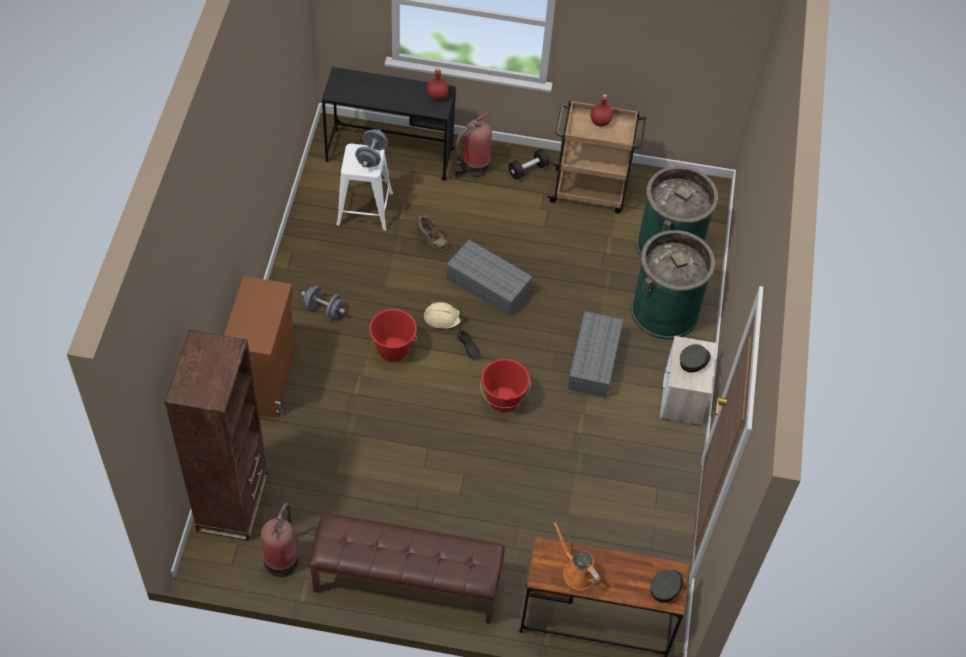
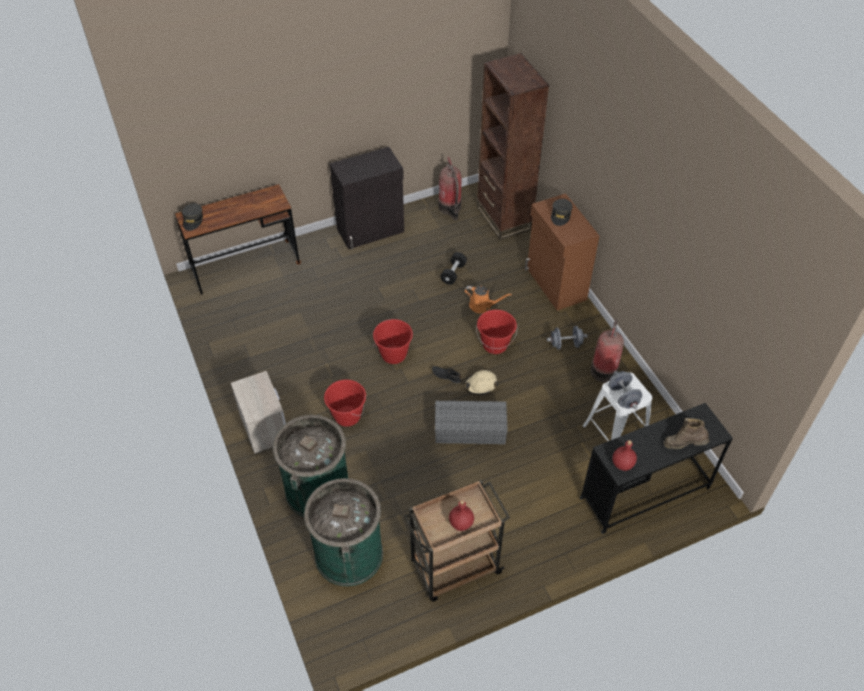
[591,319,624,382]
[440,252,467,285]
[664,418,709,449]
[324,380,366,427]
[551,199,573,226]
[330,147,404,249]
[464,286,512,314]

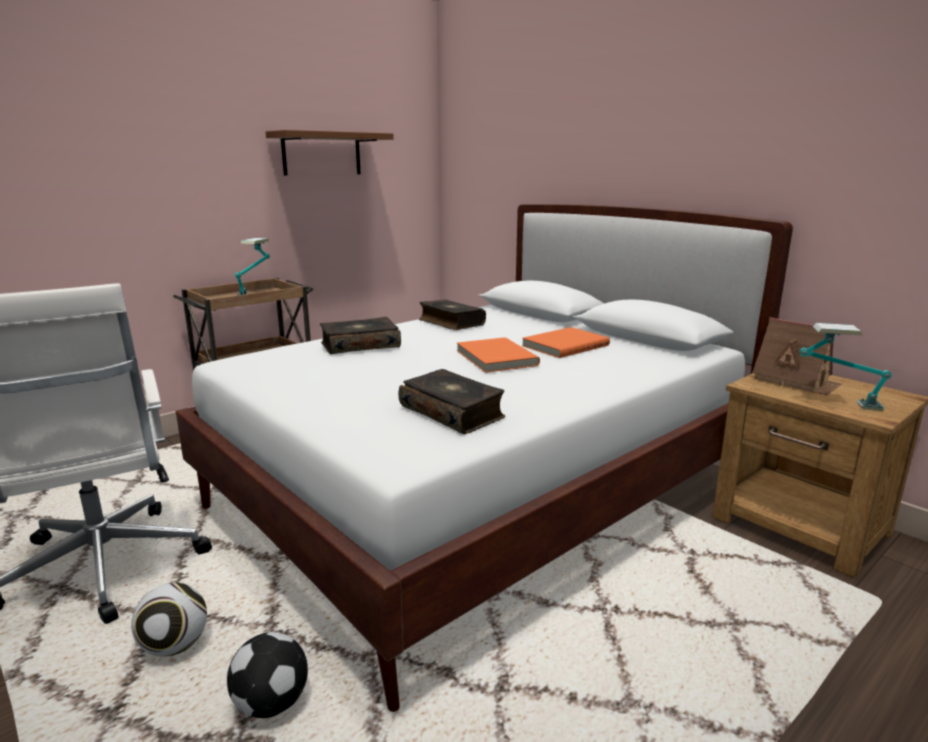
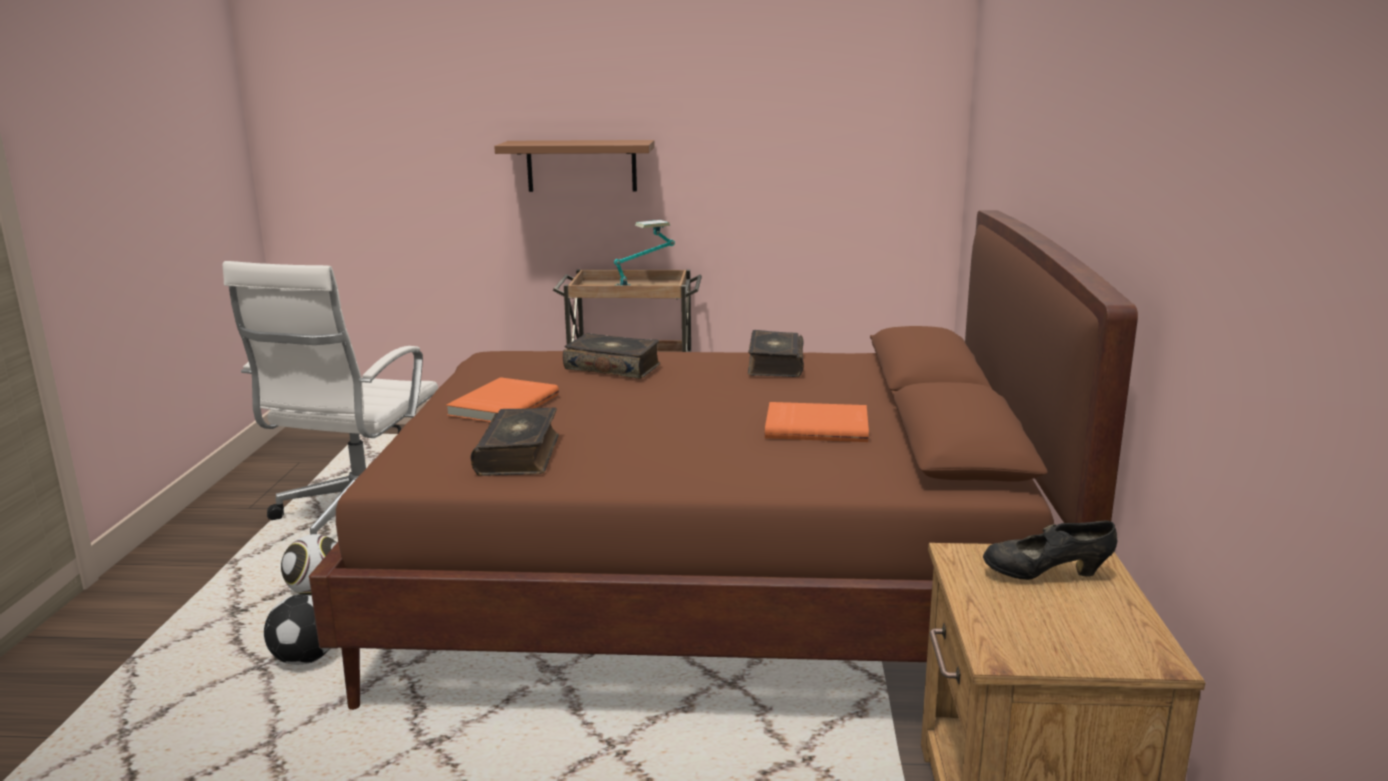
[494,140,655,192]
[309,210,1138,710]
[983,520,1117,580]
[799,323,892,411] (first image)
[446,377,559,422]

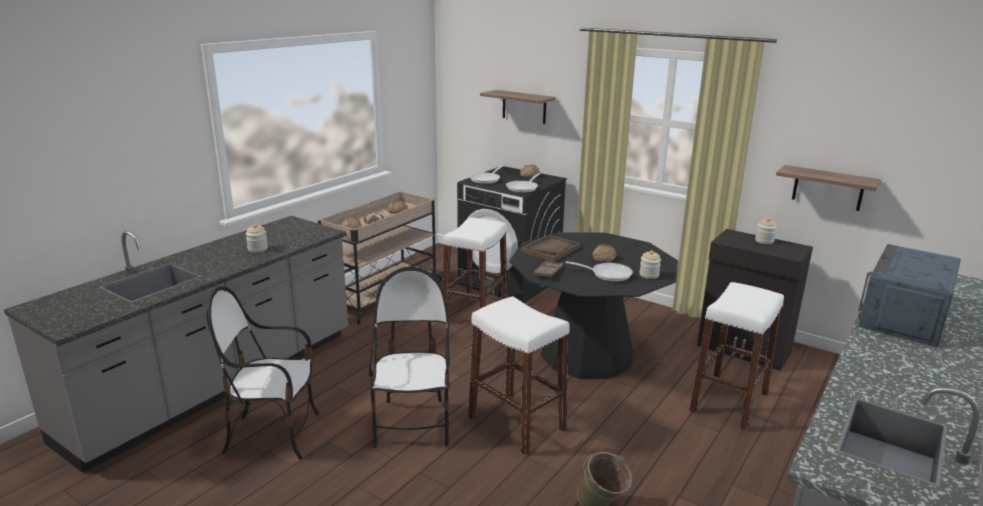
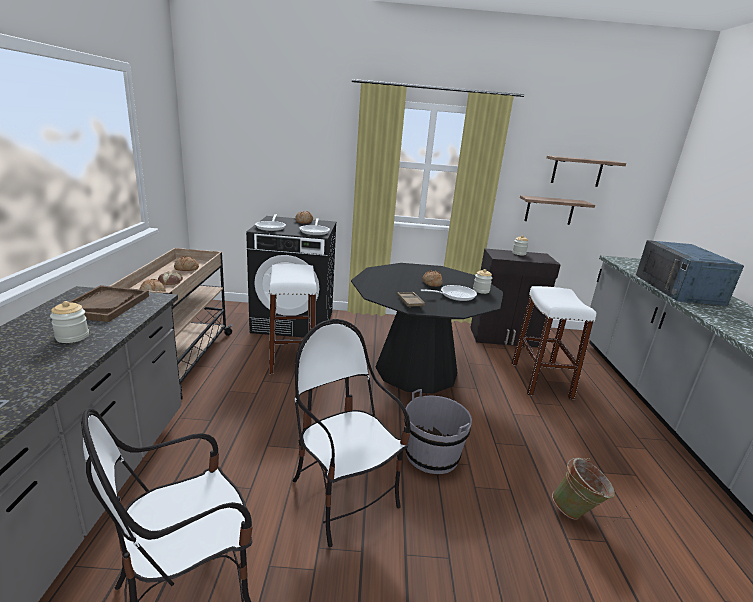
[547,156,626,187]
[69,285,149,322]
[404,389,472,474]

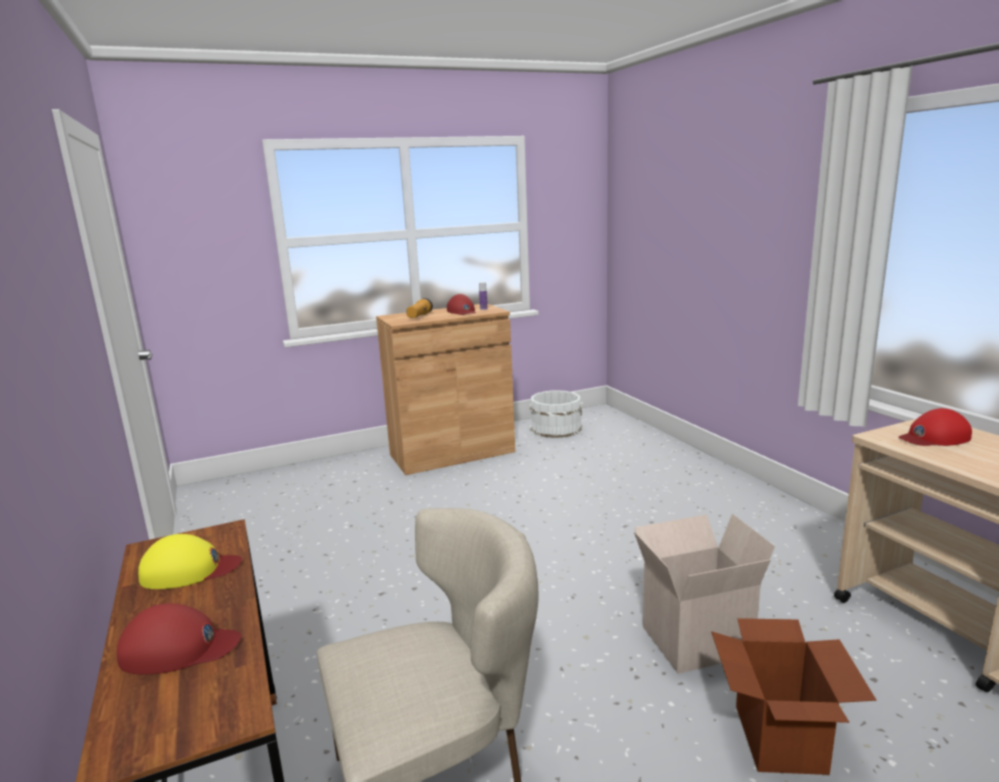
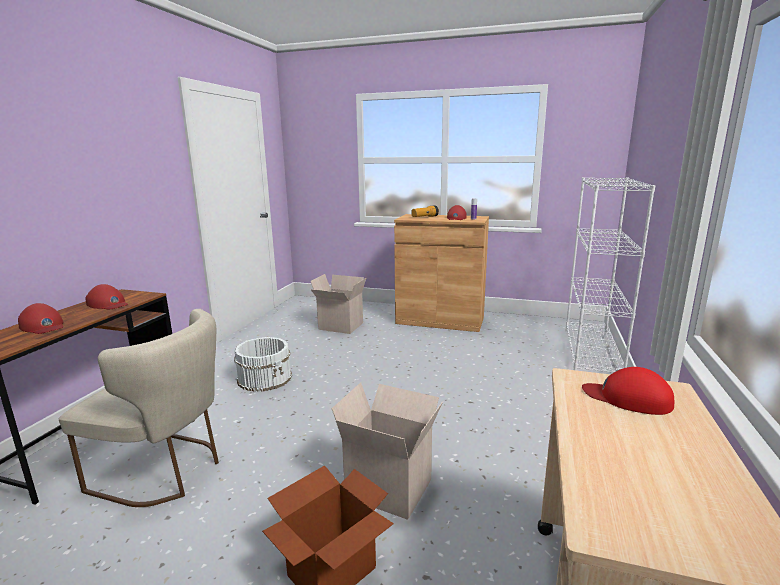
[234,337,292,392]
[86,284,128,309]
[566,177,655,372]
[310,274,366,334]

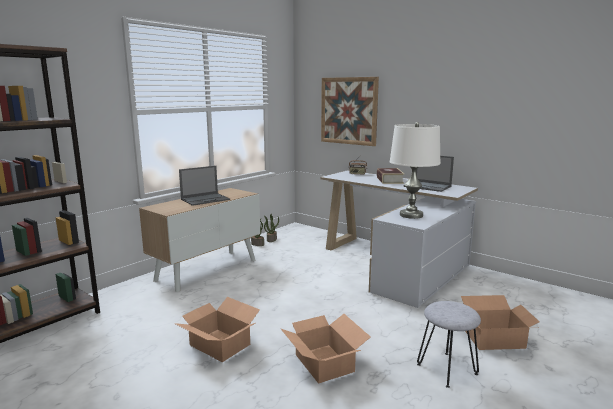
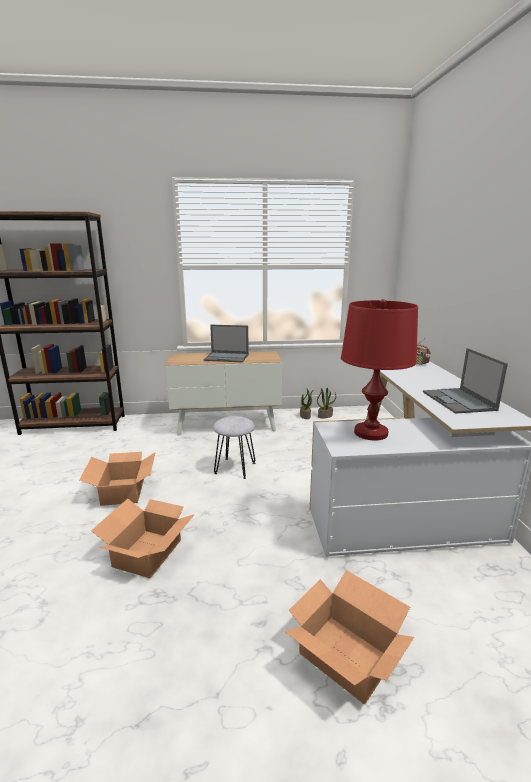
[321,77,379,146] (first image)
[341,299,418,440]
[377,168,404,184] (first image)
[213,416,255,479]

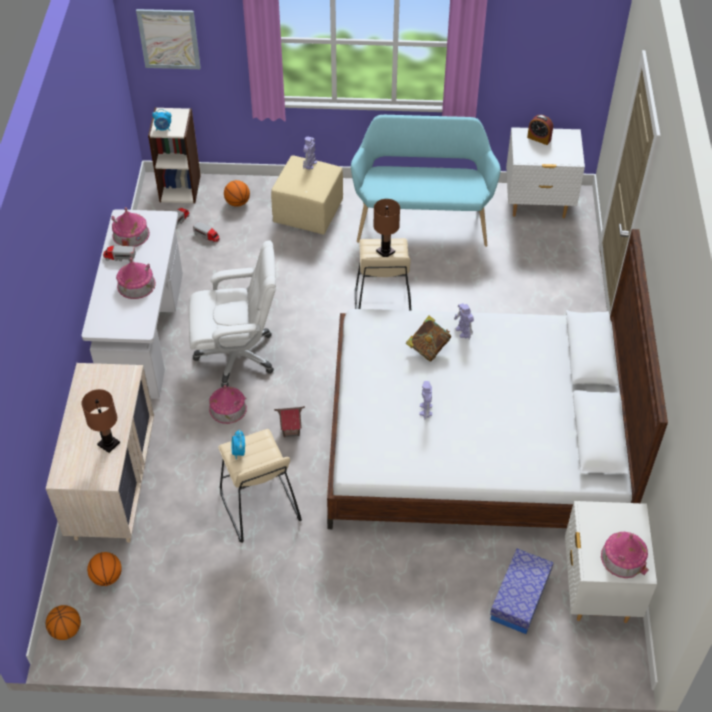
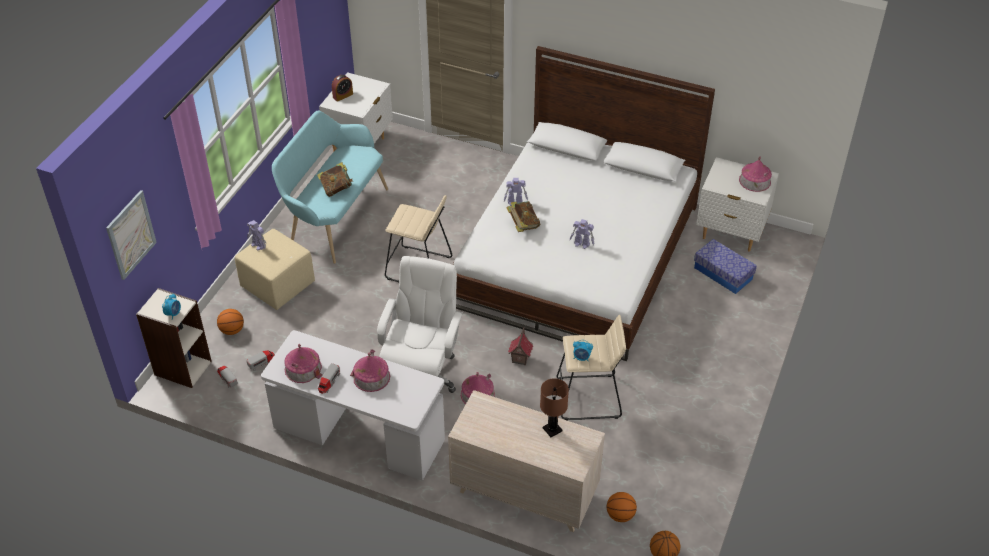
[373,199,400,257] (first image)
[317,162,353,197]

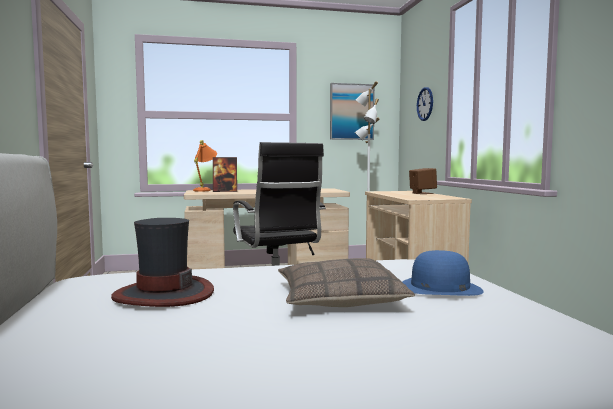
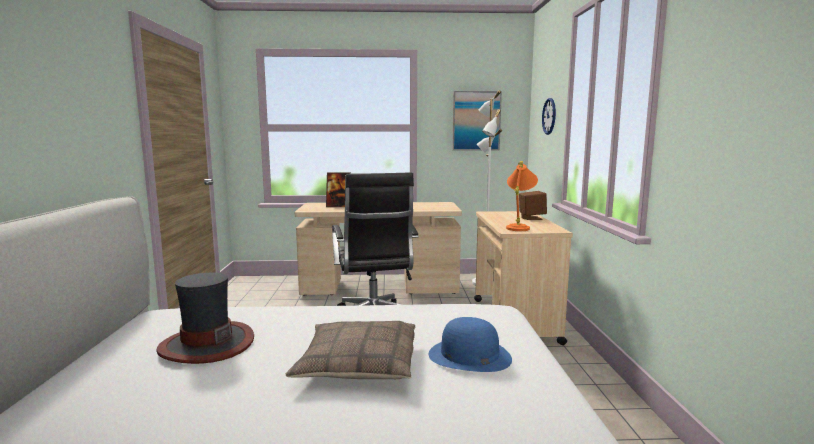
[506,161,538,231]

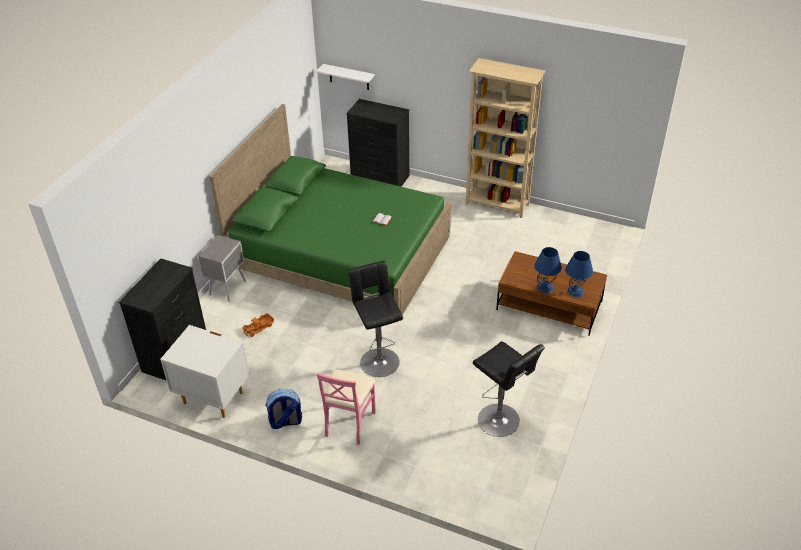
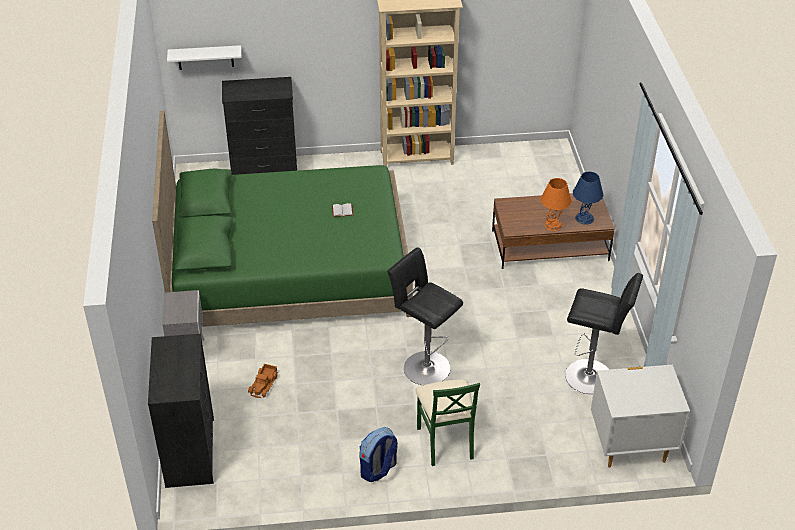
[541,178,572,231]
[591,364,690,467]
[416,379,480,466]

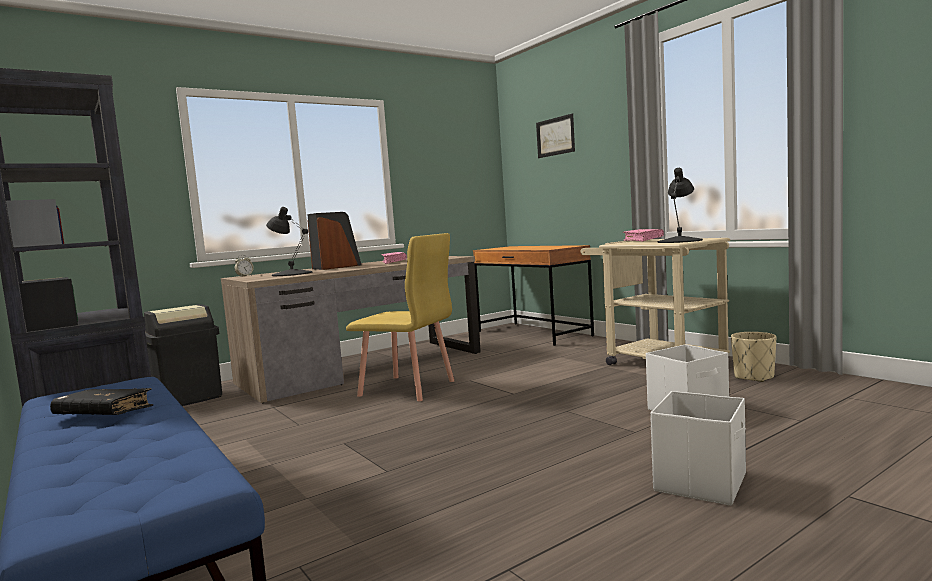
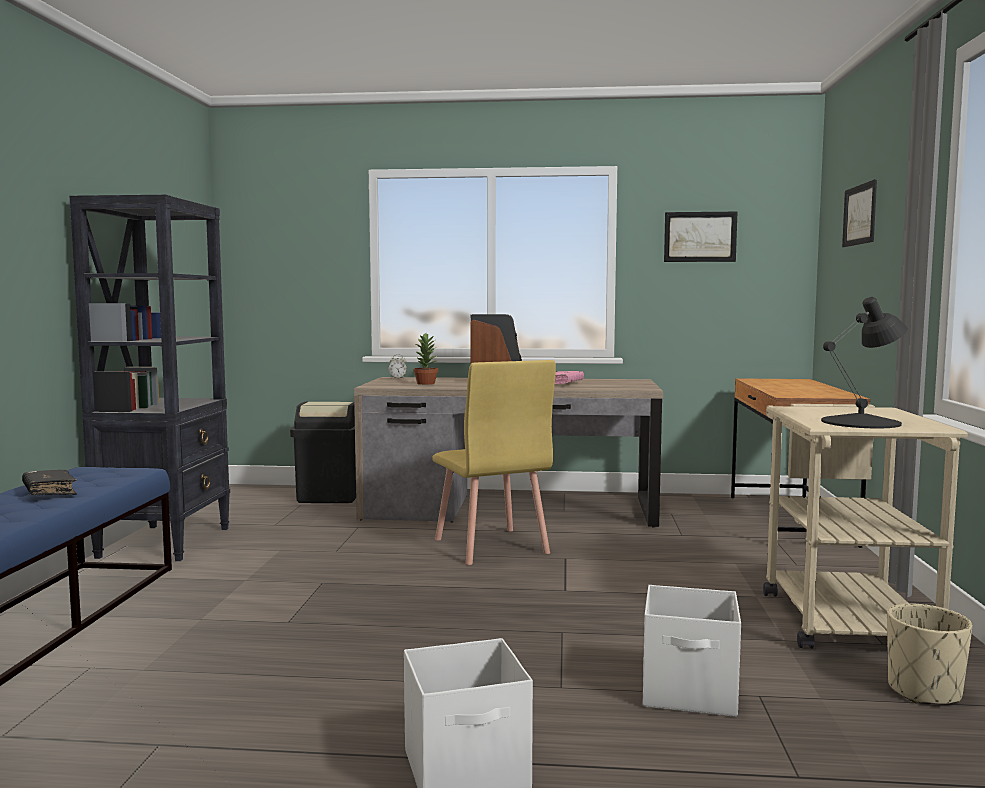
[413,333,438,385]
[622,229,664,242] (first image)
[664,212,737,262]

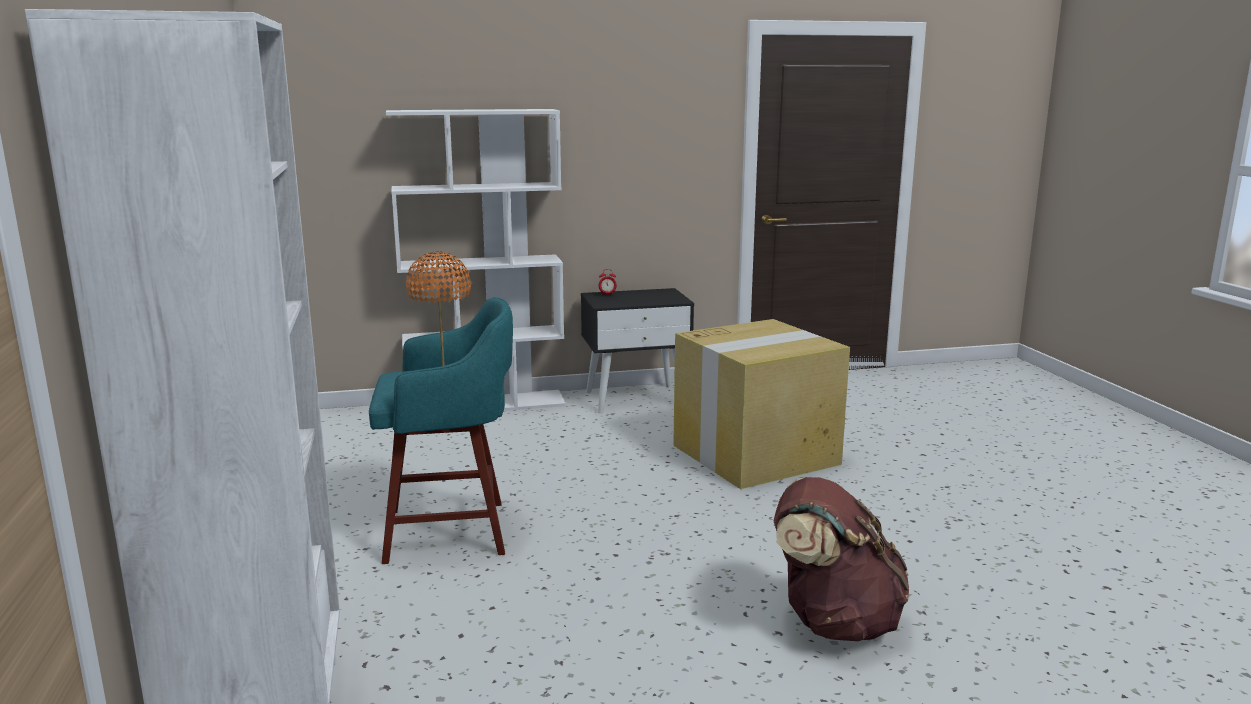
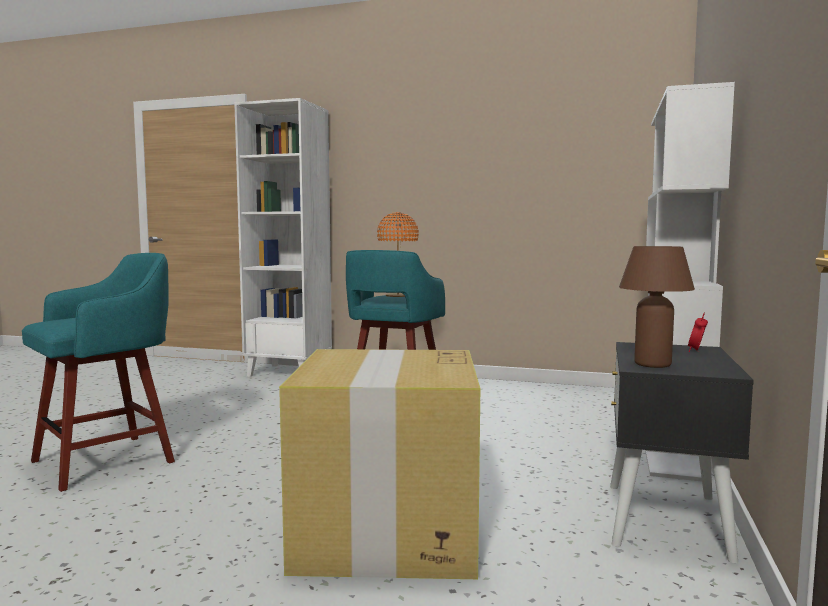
[22,253,175,492]
[619,246,695,368]

